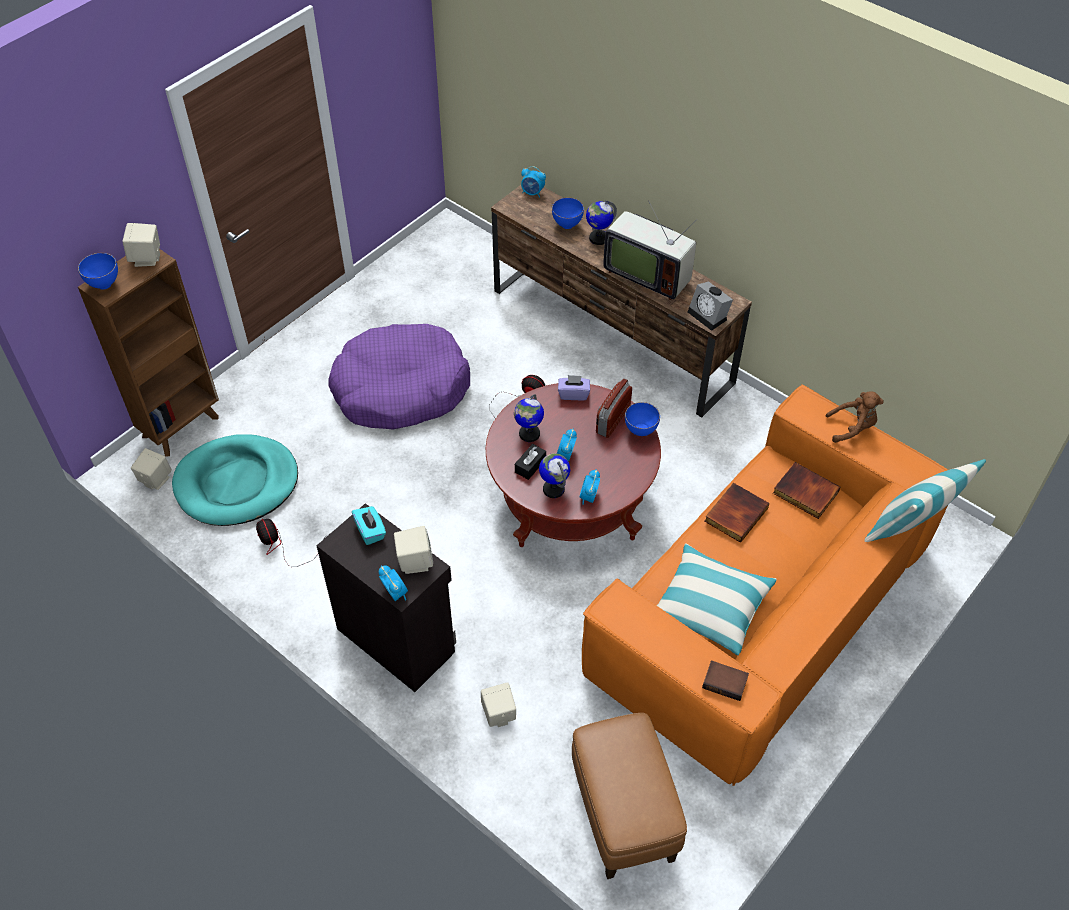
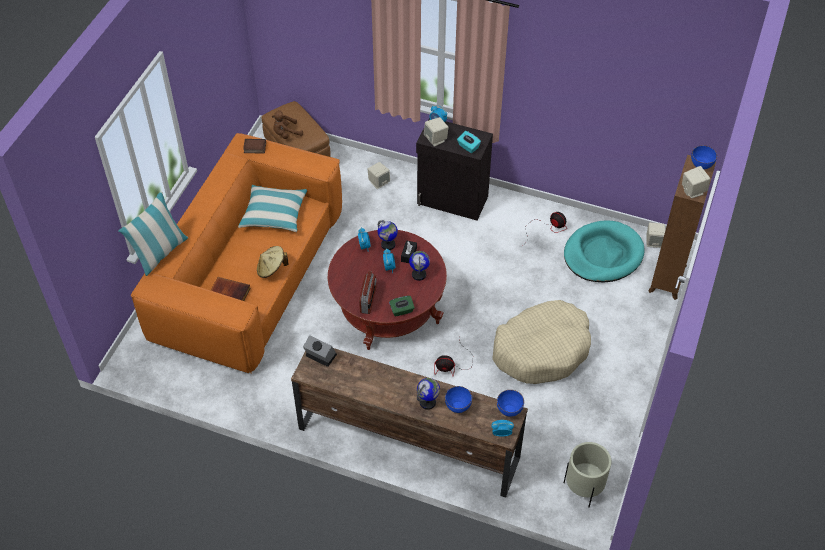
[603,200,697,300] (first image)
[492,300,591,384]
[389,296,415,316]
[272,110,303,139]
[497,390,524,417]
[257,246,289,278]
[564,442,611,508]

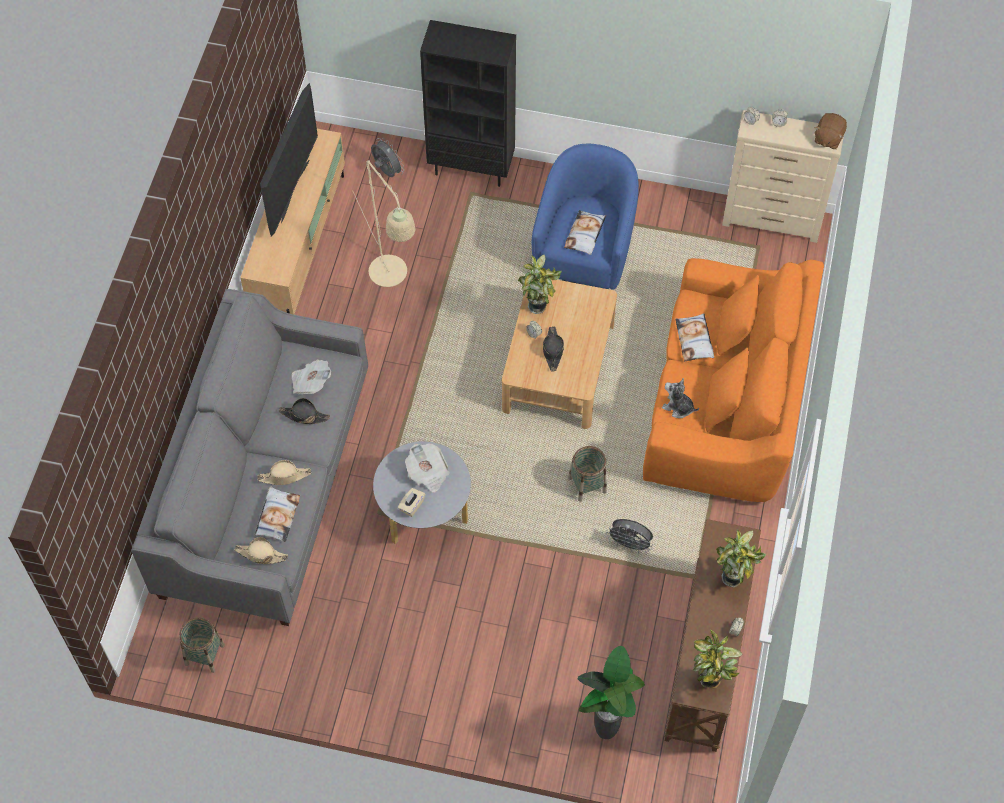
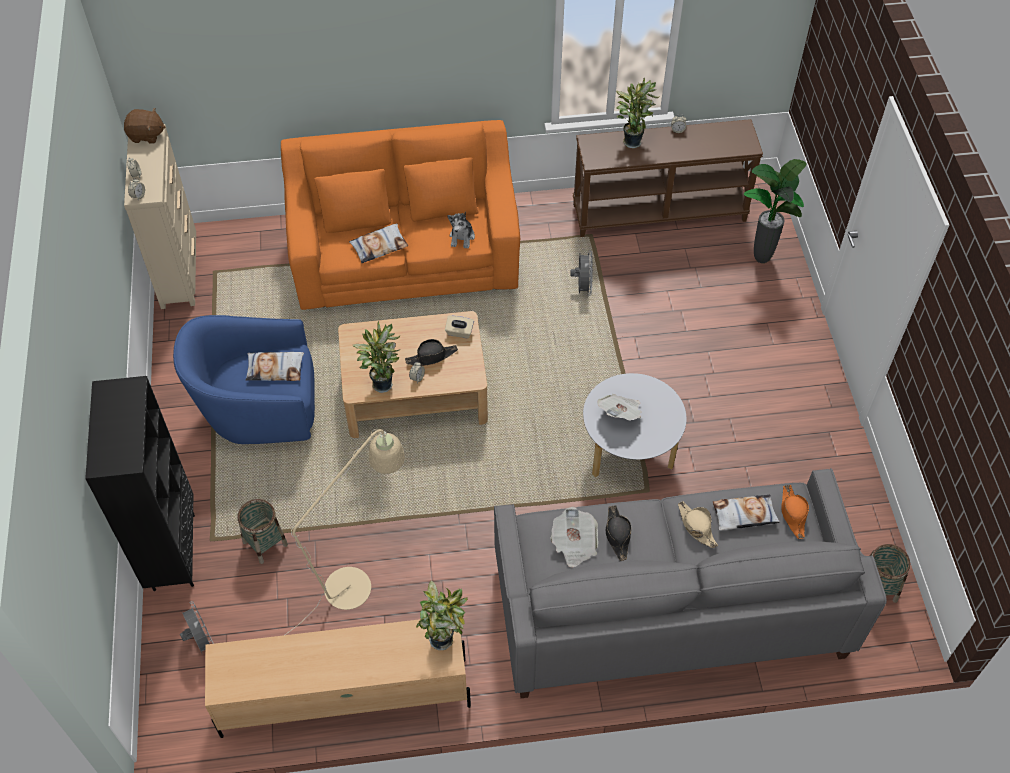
[260,83,318,237] (first image)
[180,601,214,653]
[237,499,288,564]
[445,315,474,338]
[781,485,809,539]
[416,580,468,650]

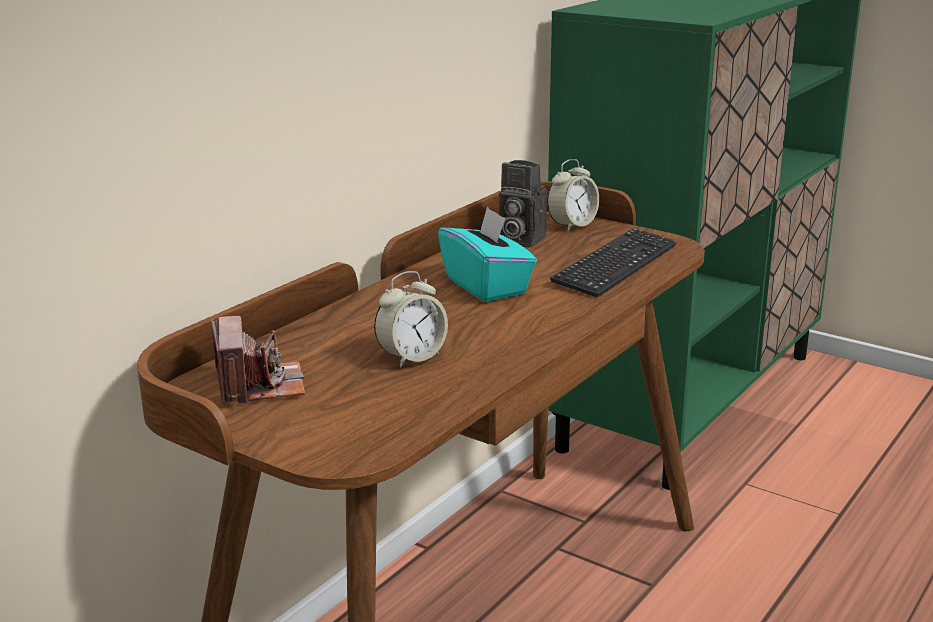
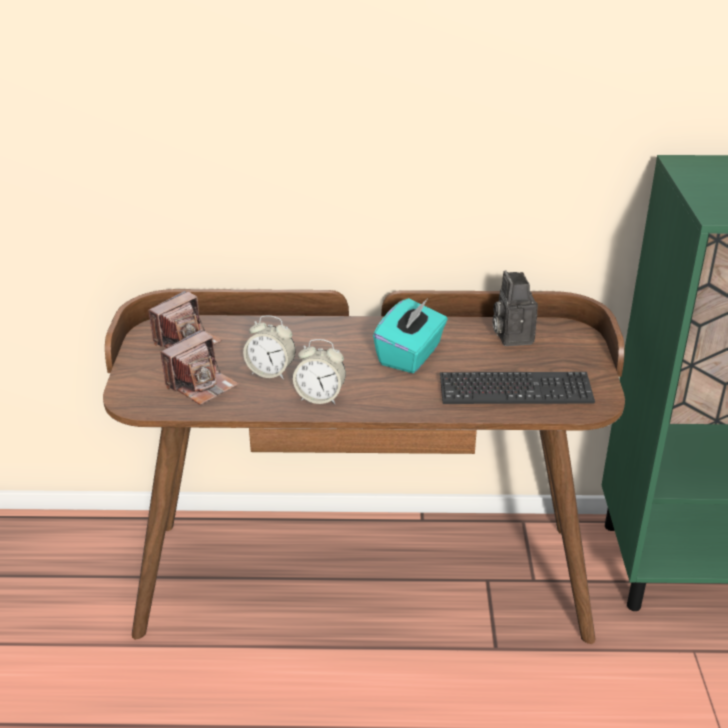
[293,339,346,404]
[160,330,239,405]

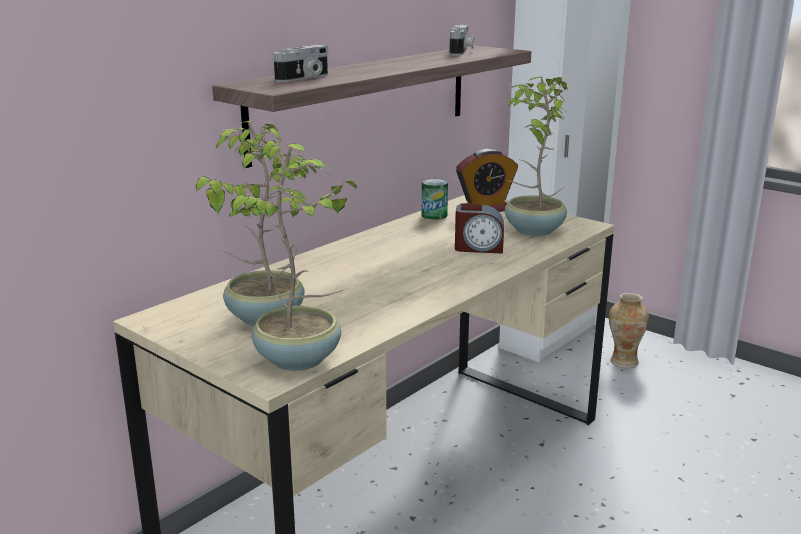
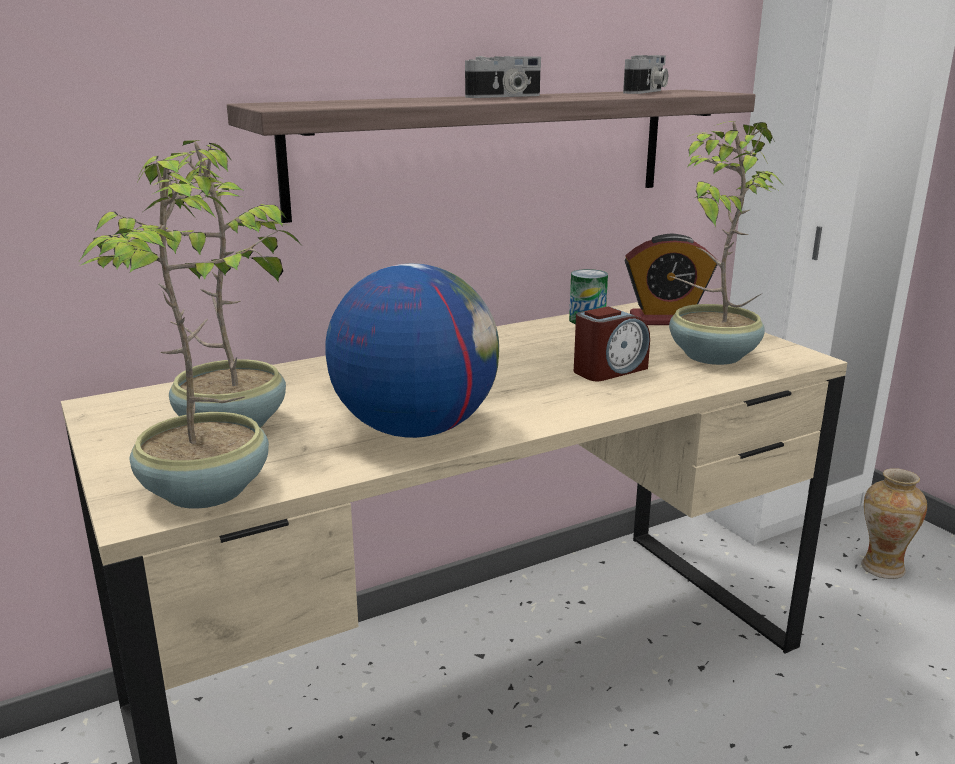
[465,56,541,98]
[574,307,650,381]
[325,263,499,438]

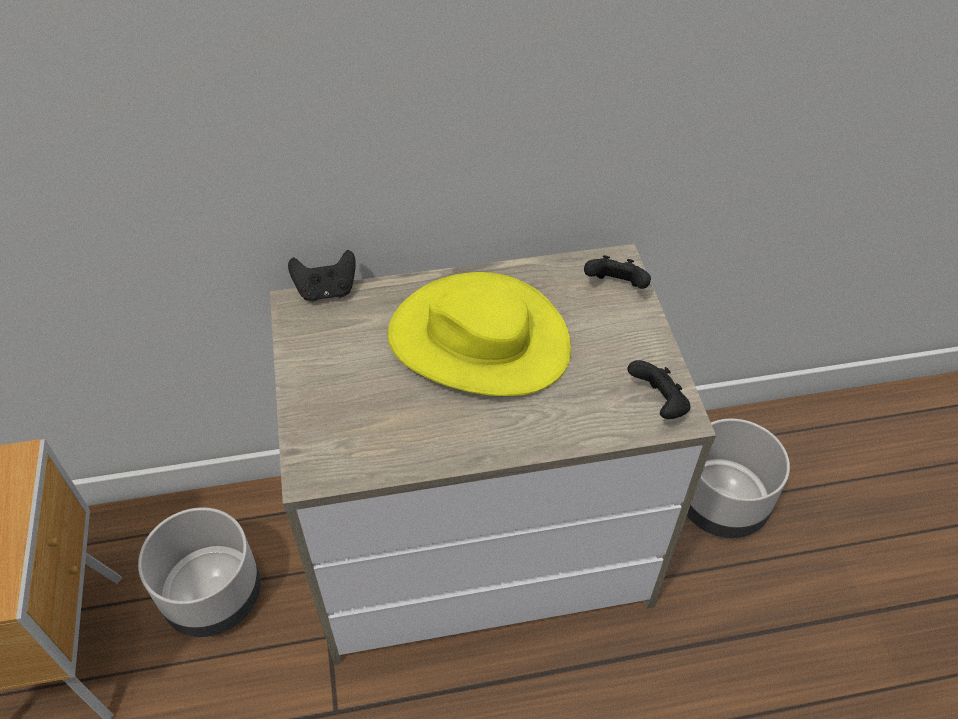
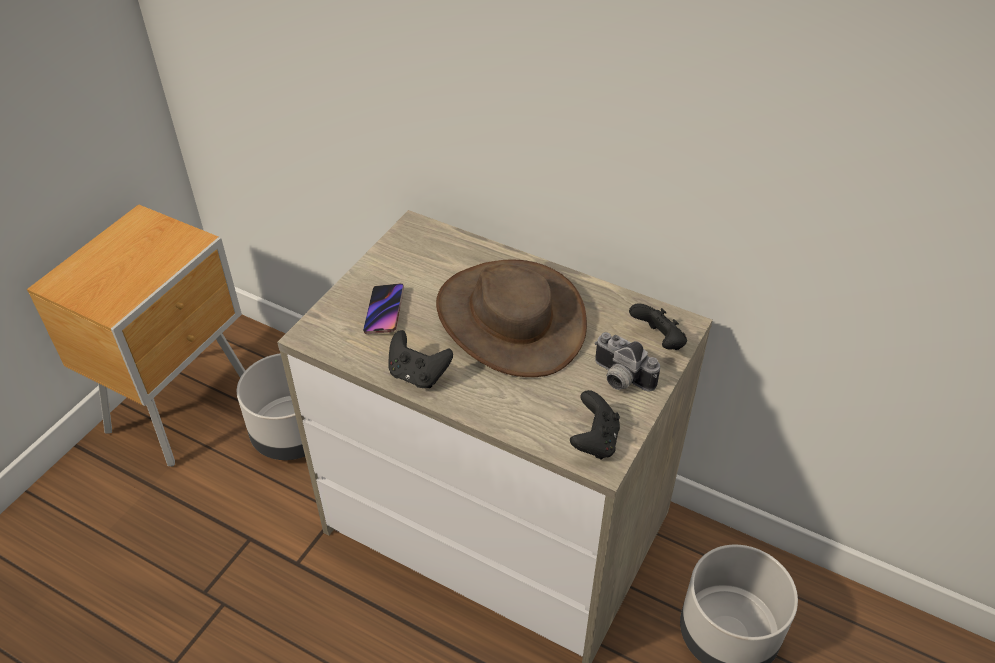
[389,330,453,388]
[436,259,587,377]
[363,283,404,334]
[595,332,660,392]

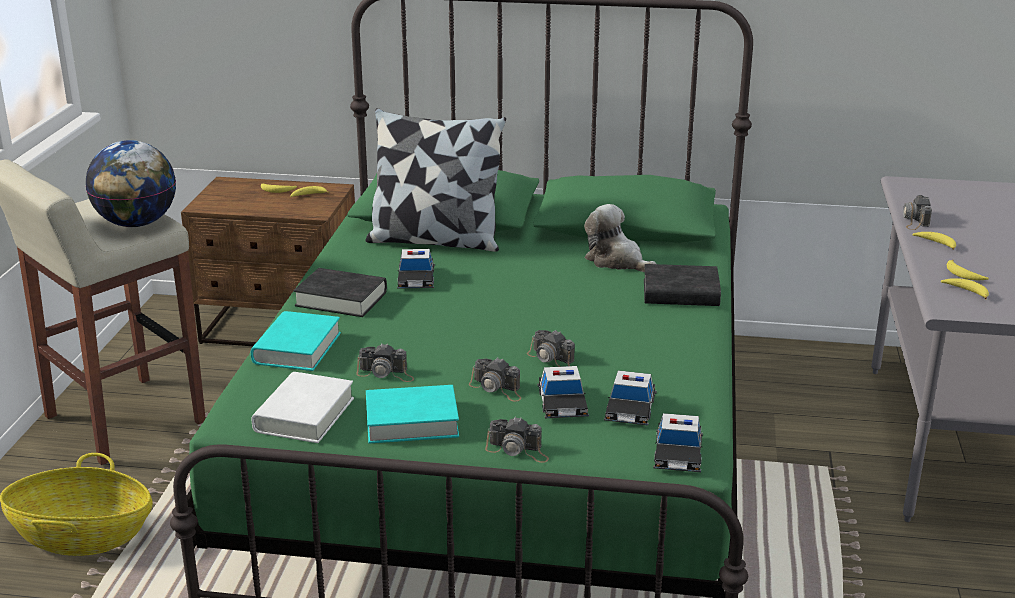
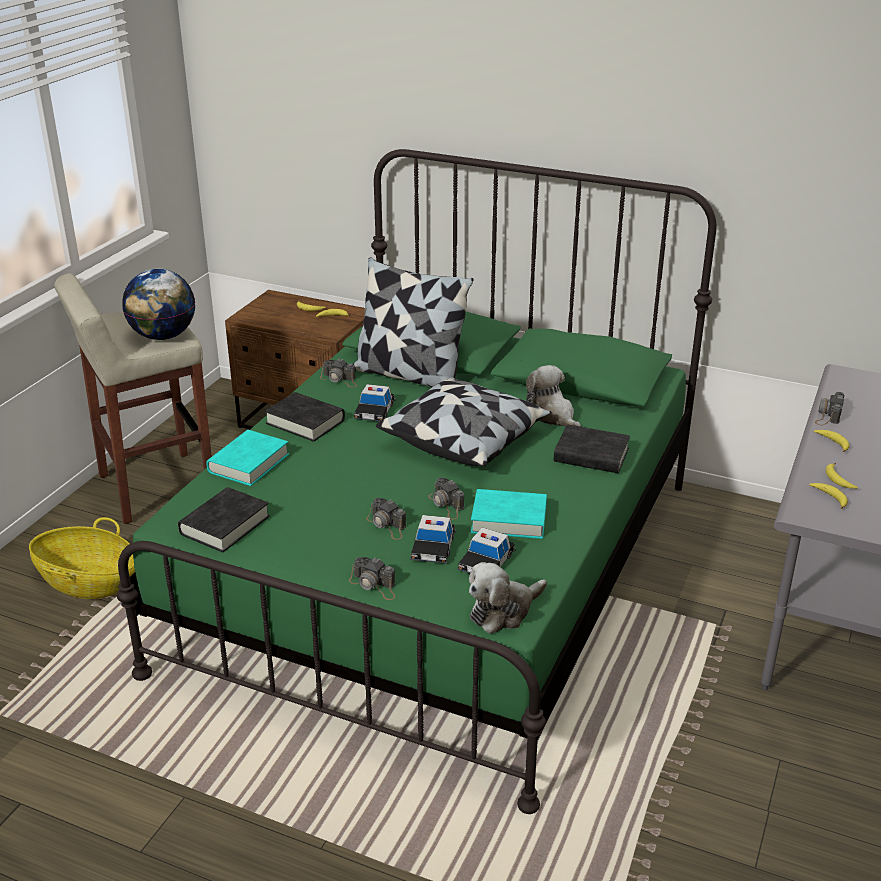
[320,358,357,387]
[178,487,270,552]
[471,489,547,539]
[469,562,547,634]
[376,377,552,467]

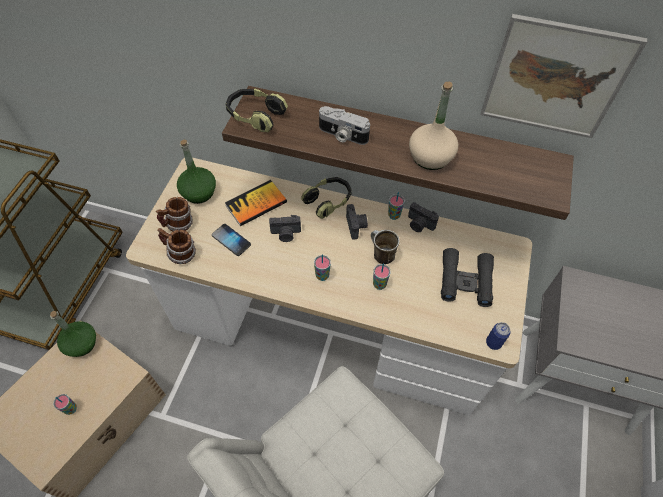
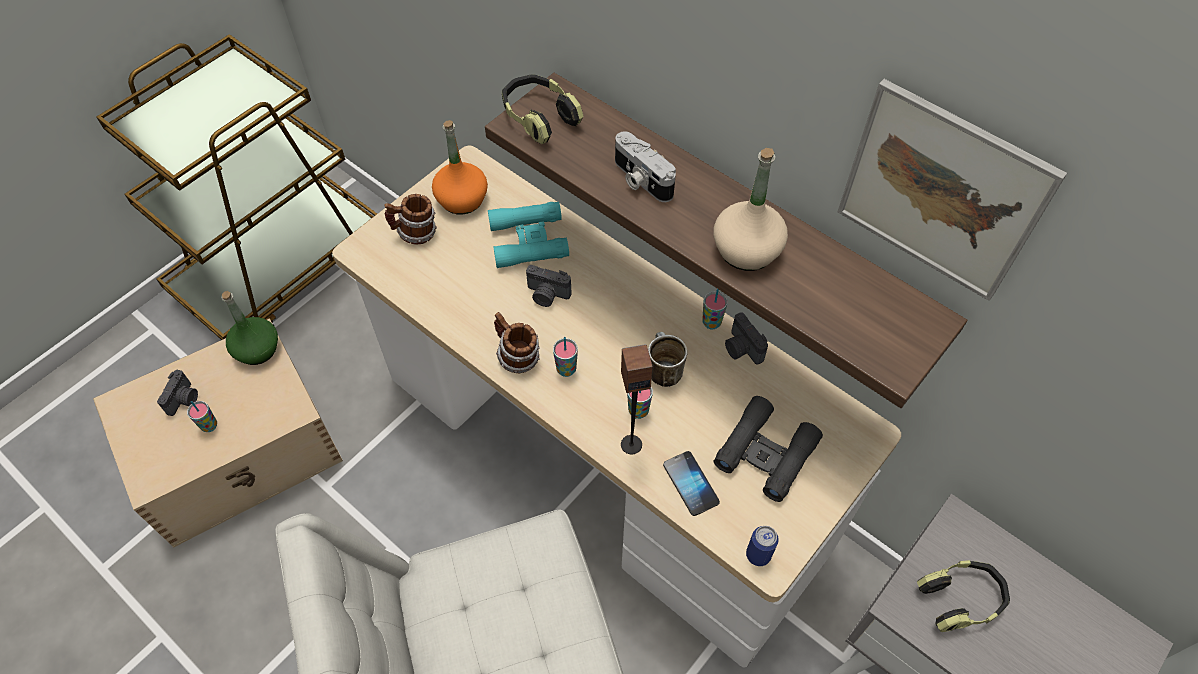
[432,120,488,215]
[917,560,1010,632]
[488,202,569,268]
[157,370,198,416]
[663,451,720,516]
[494,312,540,373]
[621,344,653,454]

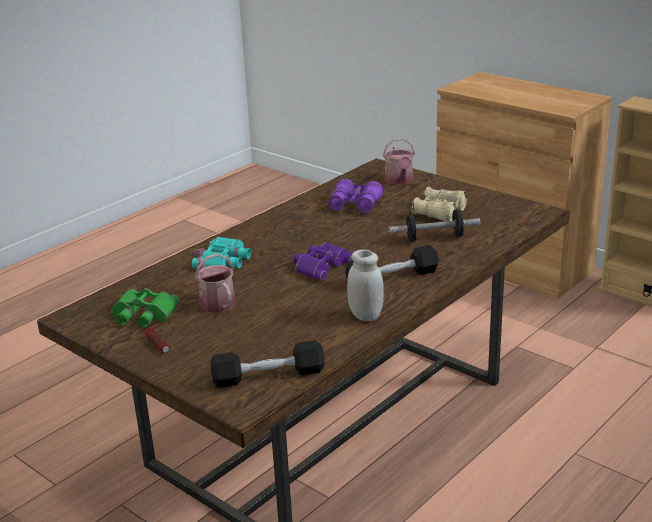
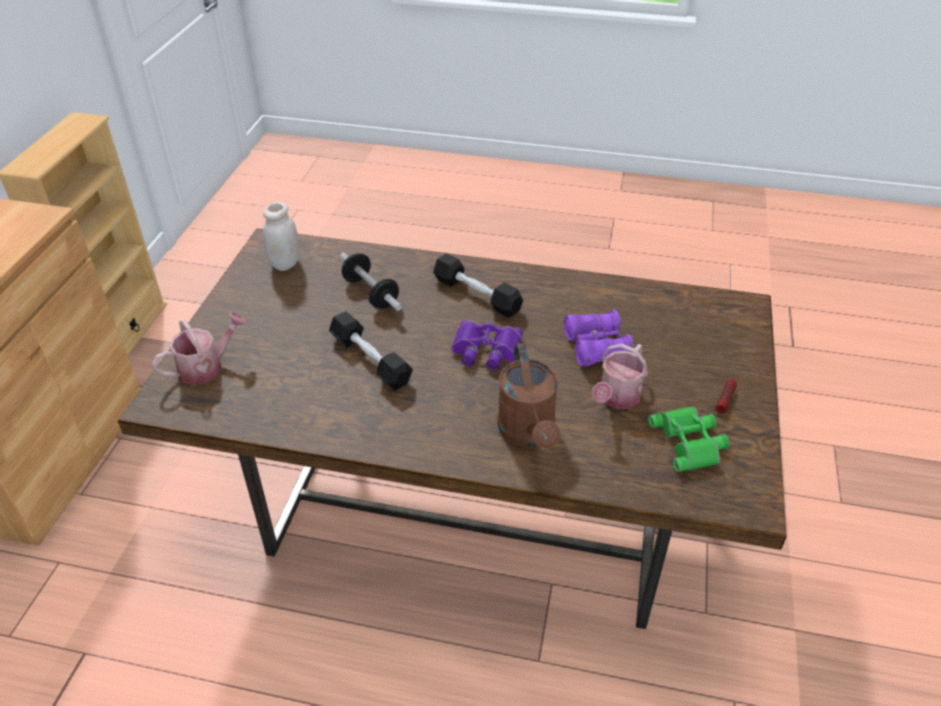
[564,310,634,367]
[412,187,467,222] (first image)
[497,343,561,449]
[263,202,299,271]
[329,311,413,391]

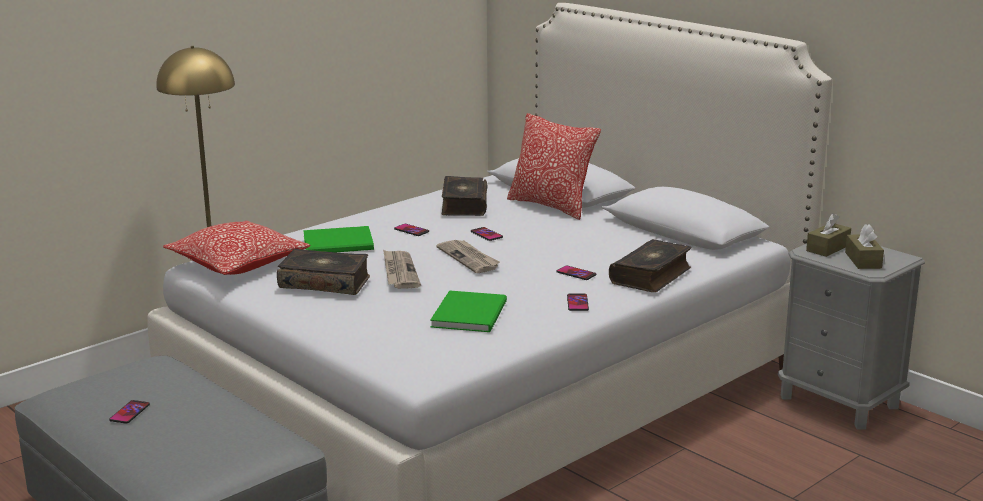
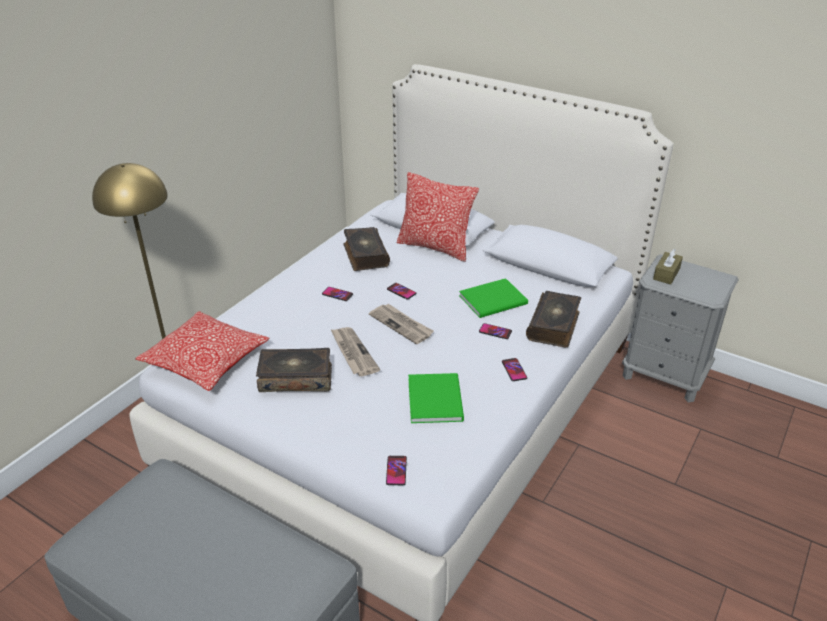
[845,224,884,269] (first image)
[459,278,528,318]
[386,456,407,485]

